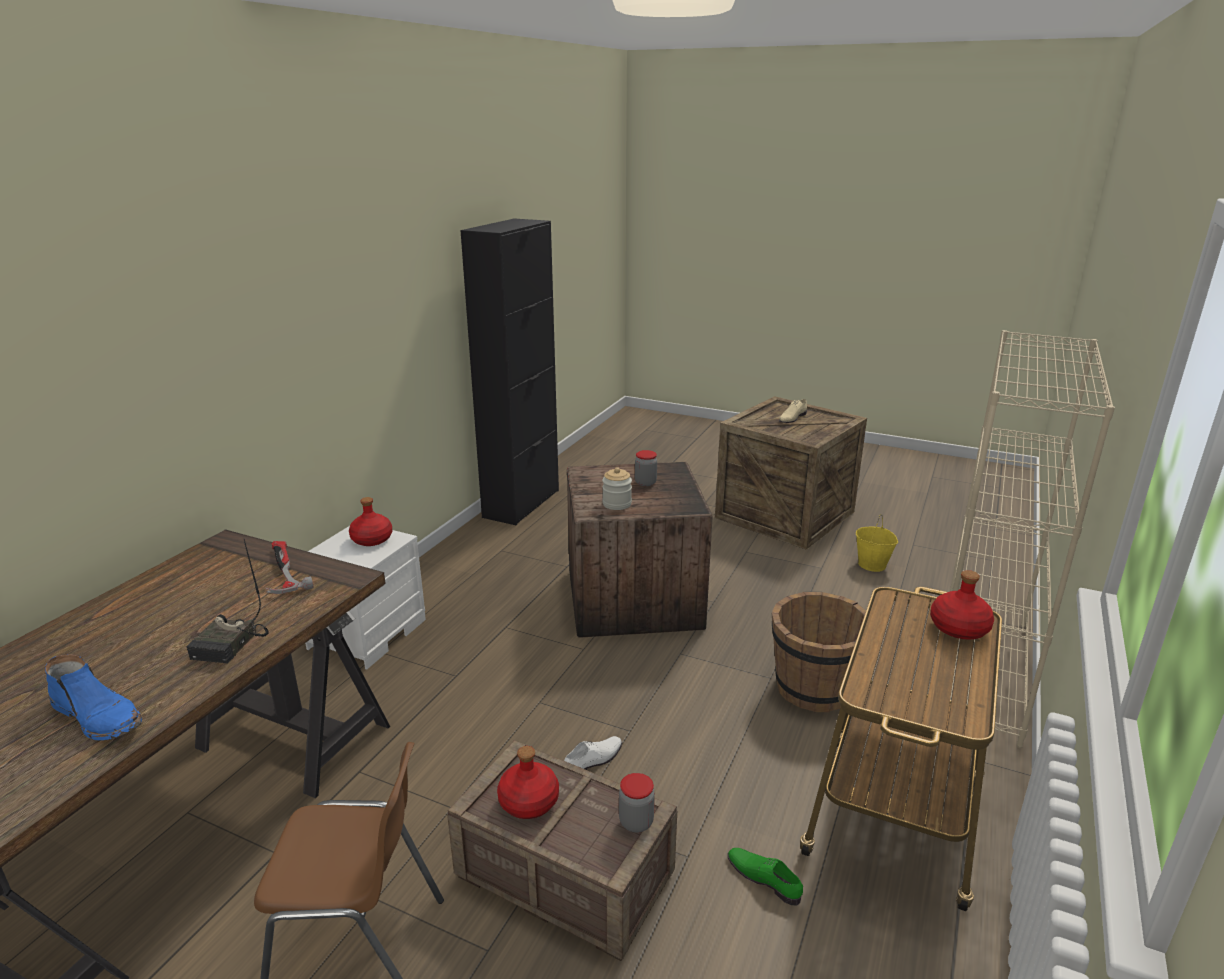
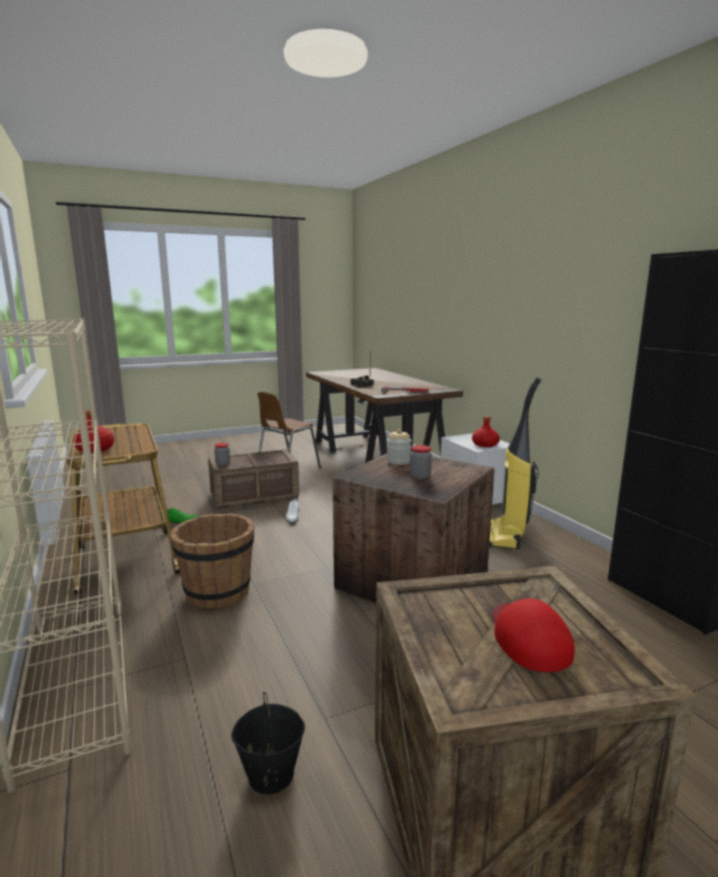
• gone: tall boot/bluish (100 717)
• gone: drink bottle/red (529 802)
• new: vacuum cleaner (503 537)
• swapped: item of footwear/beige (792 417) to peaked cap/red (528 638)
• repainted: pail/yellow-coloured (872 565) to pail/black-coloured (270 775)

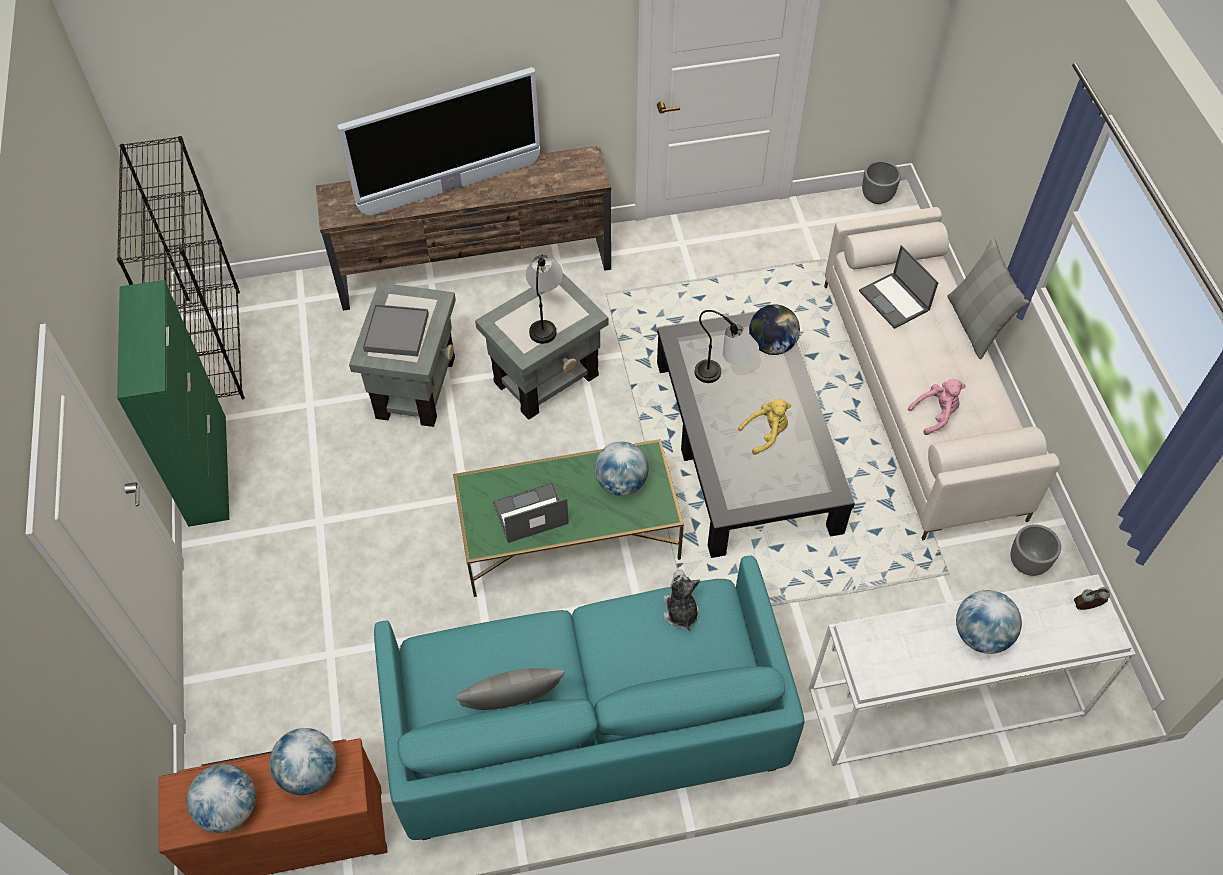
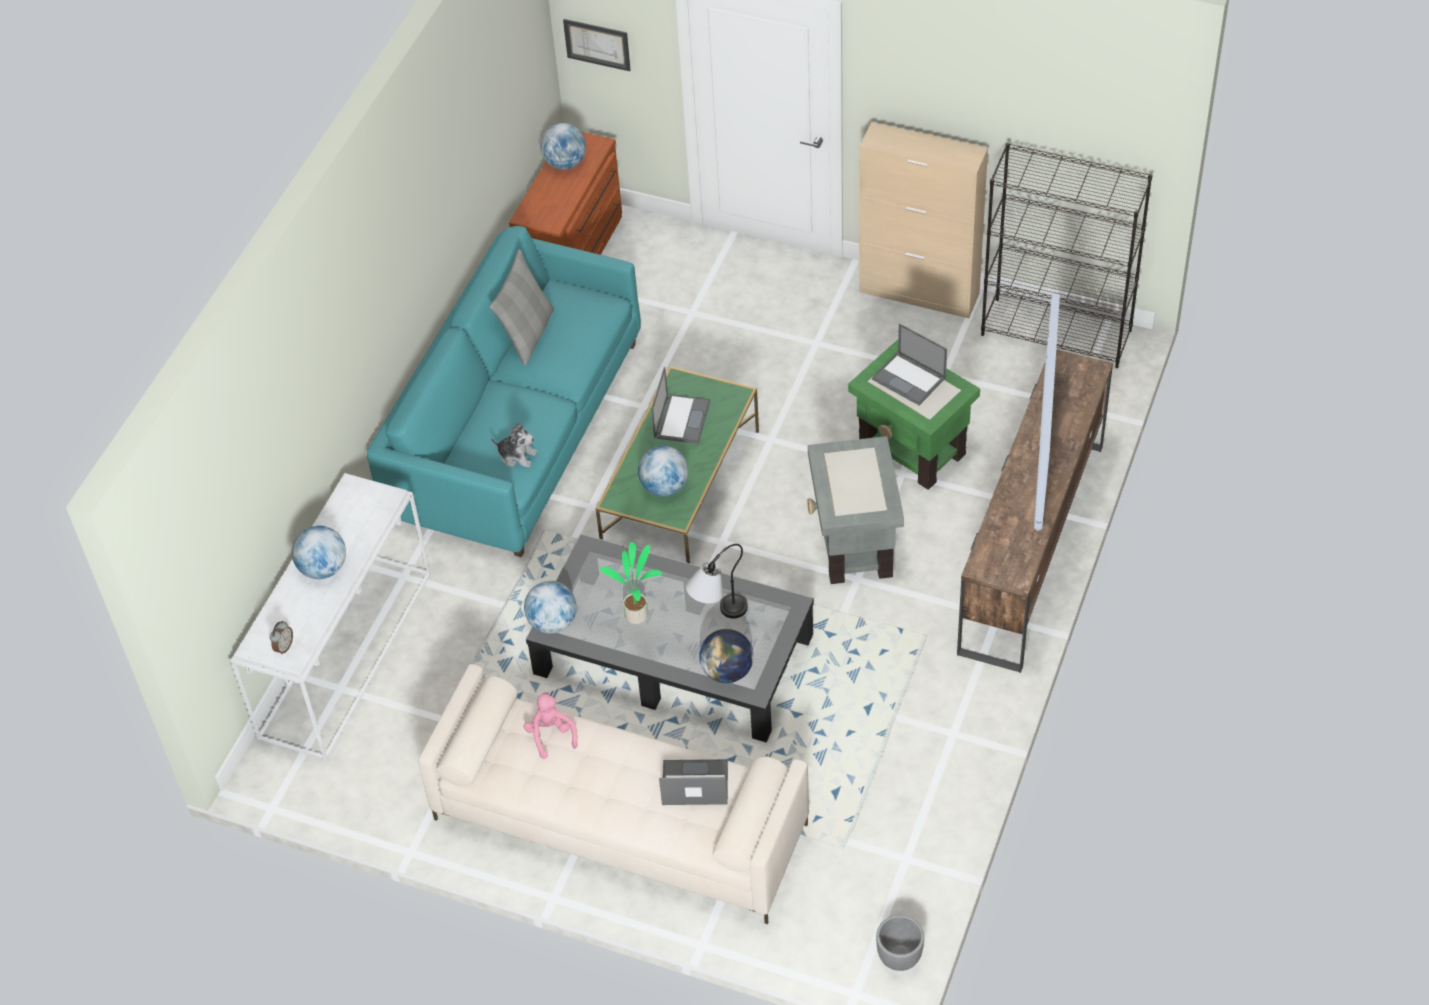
• gone: tabletop lamp (545 318)
• gone: pillow/greyish (975 325)
• gone: planter/greyish (1028 563)
• new: wall picture (597 44)
• shifted: world globe (309 772) to (552 622)
• swapped: serving tray/greyish (396 332) to notebook computer (910 379)
• swapped: plush toy/yellow-coloured (766 433) to potted plant (638 614)
• repainted: cupboard/greenish (208 469) to cupboard/beige (919 293)
• repainted: end table/greyish (417 387) to end table/greenish (911 451)
• rotated: plush toy/pink (935 414) = (551 735) 150 degrees clockwise

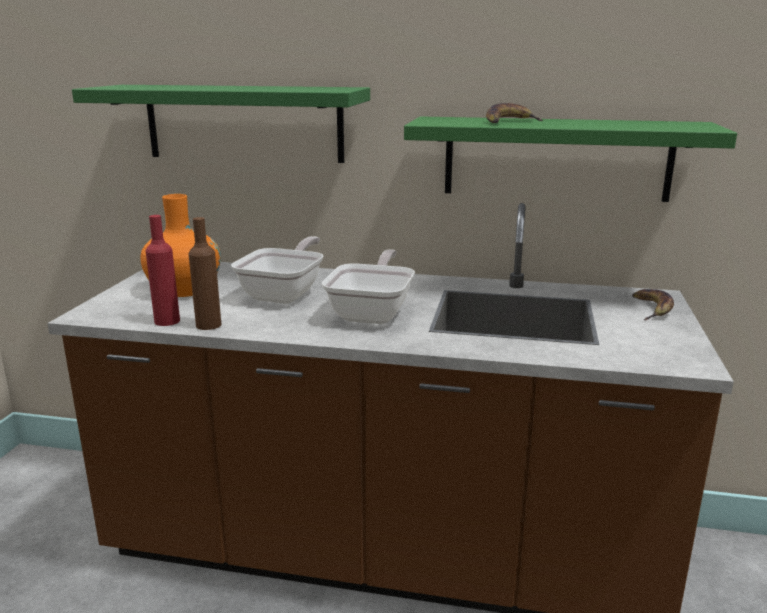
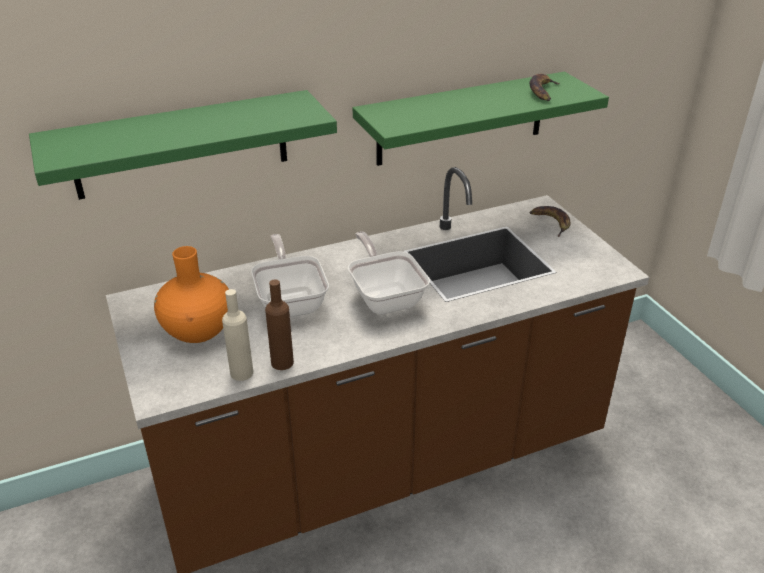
• shifted: whole banana (509 121) to (542 91)
• repainted: drink bottle/red (167 321) to drink bottle/beige (241 373)

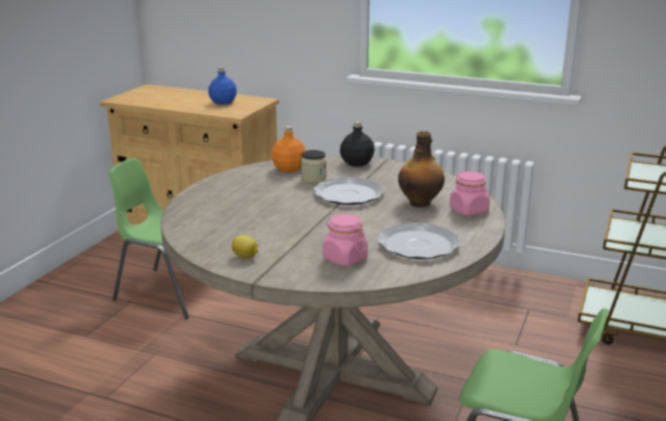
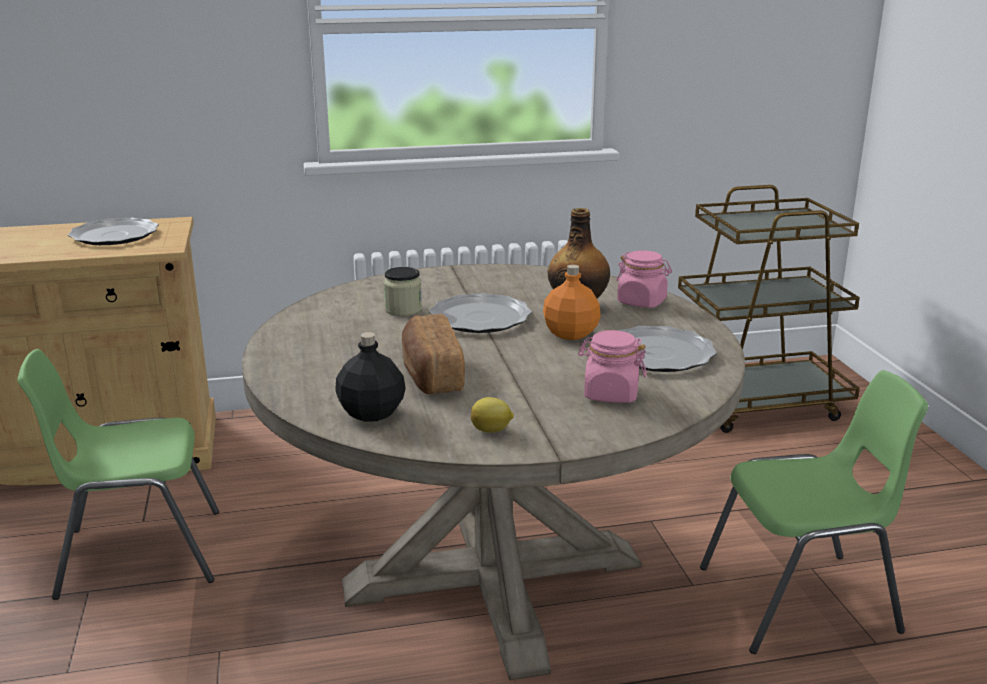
• new: baked bread (431 374)
• shifted: drink bottle/orangey (289 168) to (571 333)
• shifted: drink bottle/black-coloured (356 163) to (372 413)
• swapped: drink bottle/bluish (223 102) to flat dish (115 235)

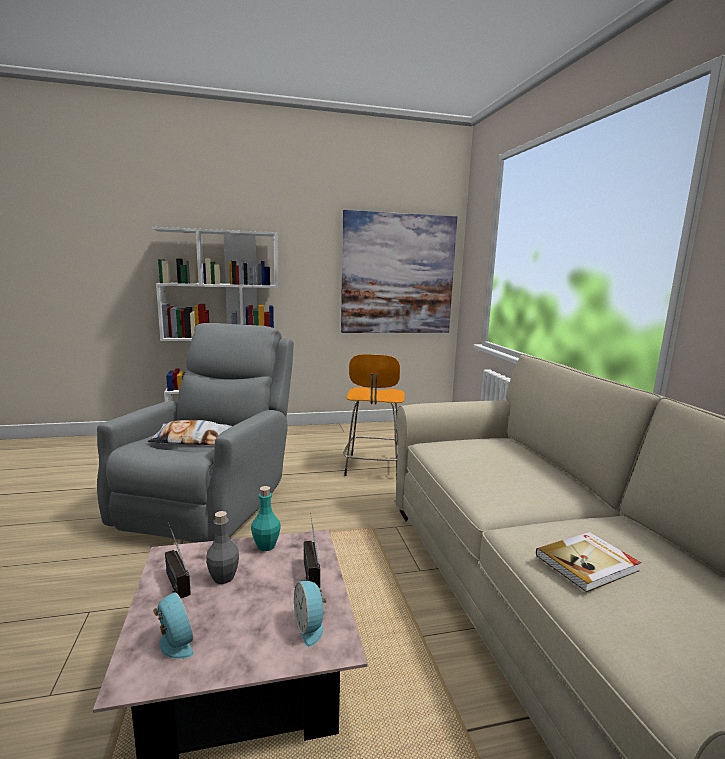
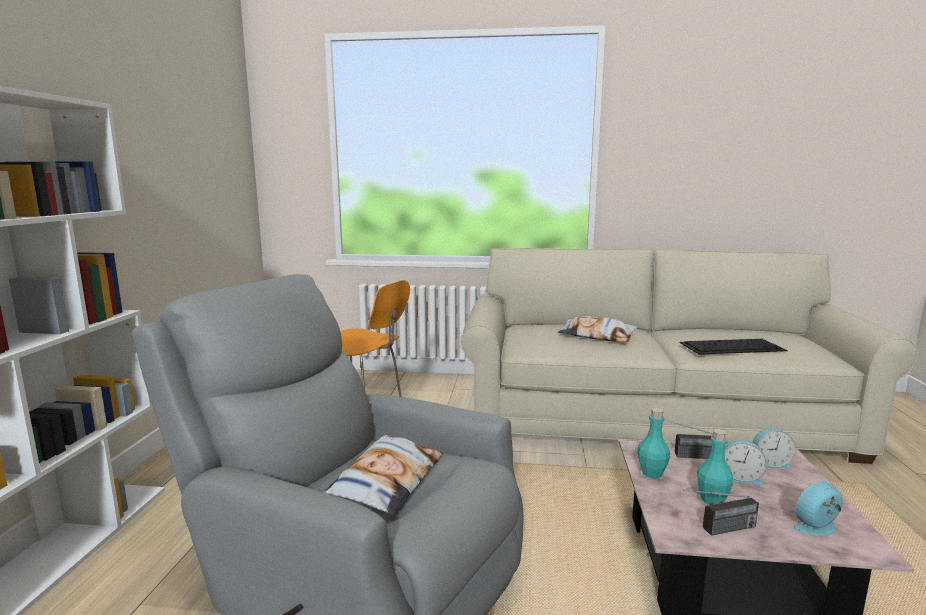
• gone: wall picture (398 274)
• new: pillow (596 336)
• new: table clock (740 477)
• swapped: volume (588 563) to PC keyboard (732 346)
• repainted: drink bottle/greyish (223 577) to drink bottle/turquoise (712 499)

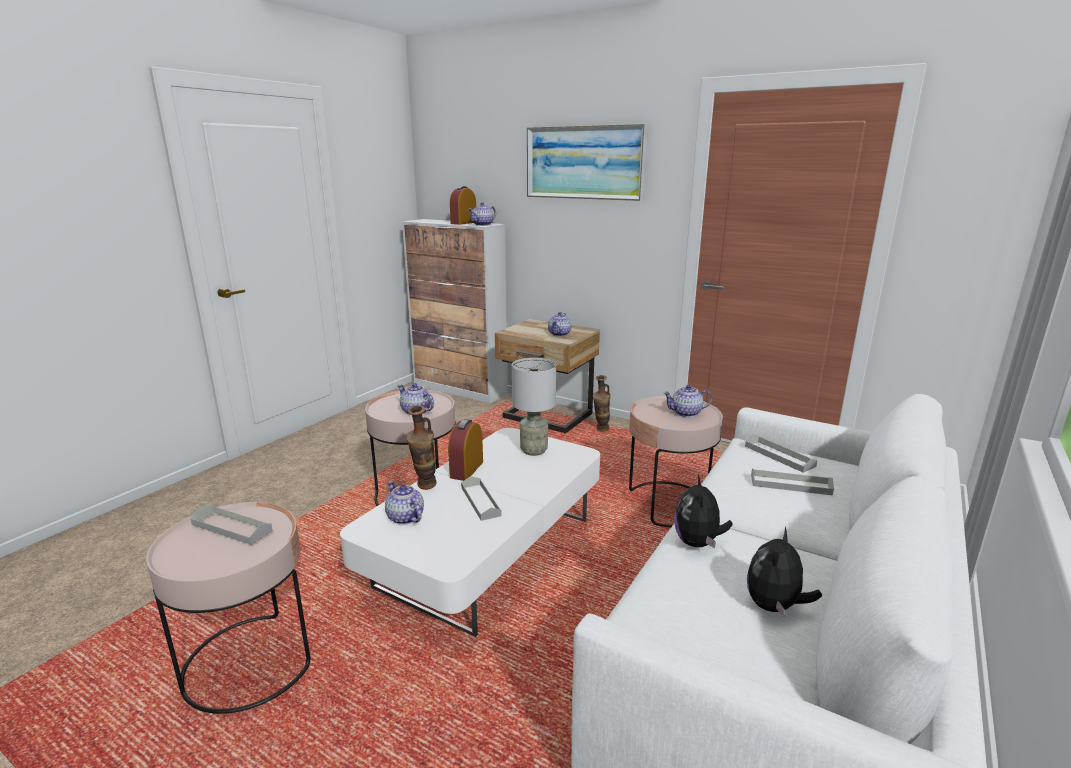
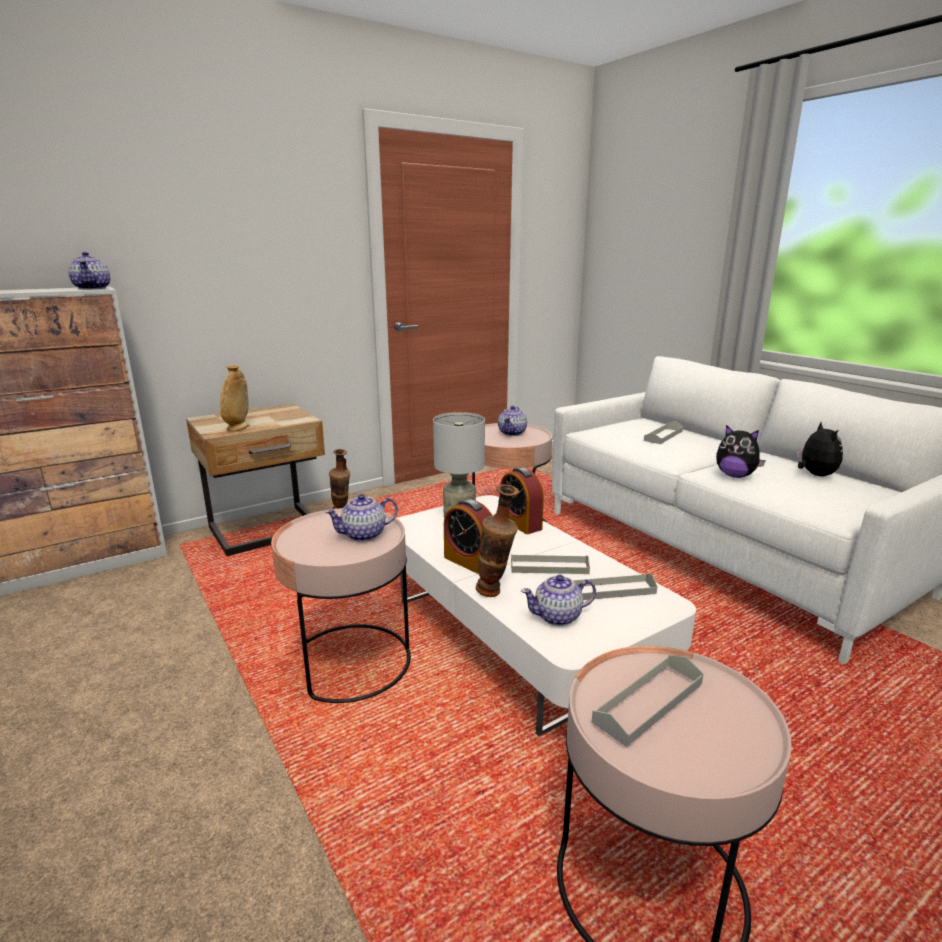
• gone: wall picture (584 162)
• gone: tea pot (559 334)
• new: decorative vase/beige (238 428)
• shifted: table clock (463 223) to (520 523)
• shifted: serving tray/greyish (779 456) to (612 590)
• rotated: plush toy (774 606) = (815 475) 150 degrees counterclockwise

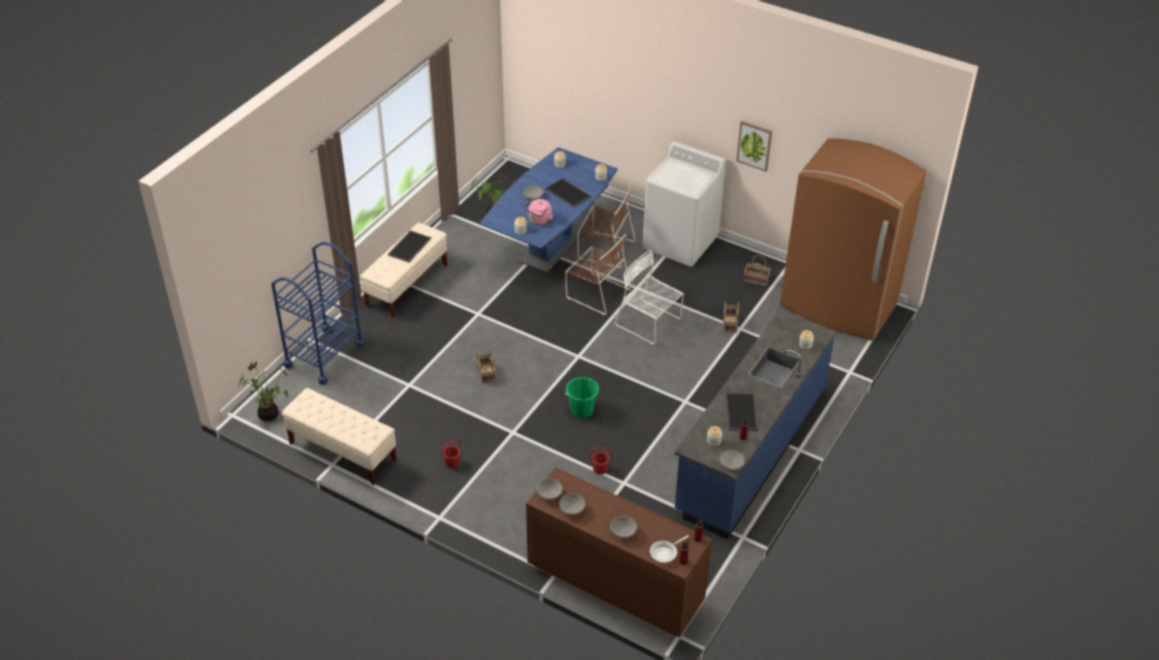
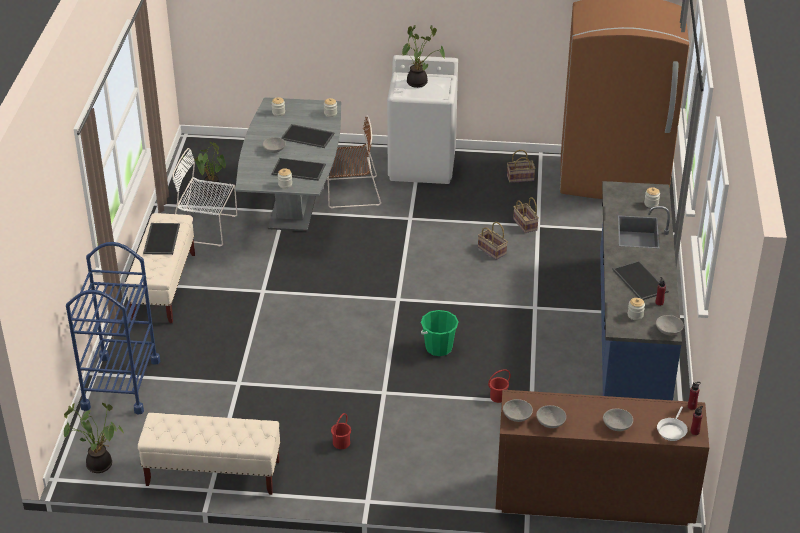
• gone: upright chair/brown-coloured (596 292)
• gone: wall picture (754 145)
• new: potted plant (419 83)
• shifted: household basket (486 374) to (493 251)
• shifted: upright chair/white (649 323) to (207 228)
• swapped: tea kettle/pink (539 221) to serving tray (297 170)
• repainted: dinner table/bluish (550 248) to dinner table/greyish (293 207)

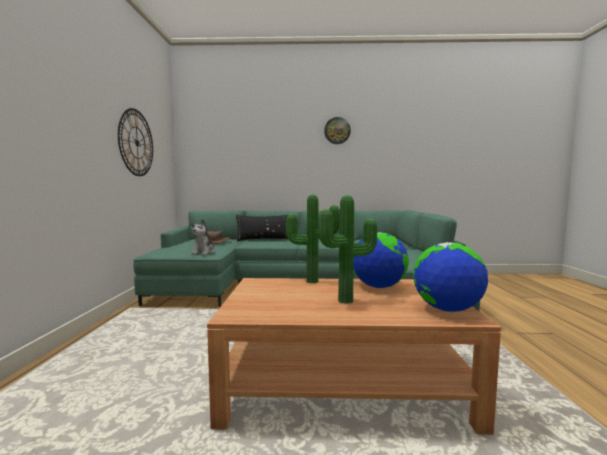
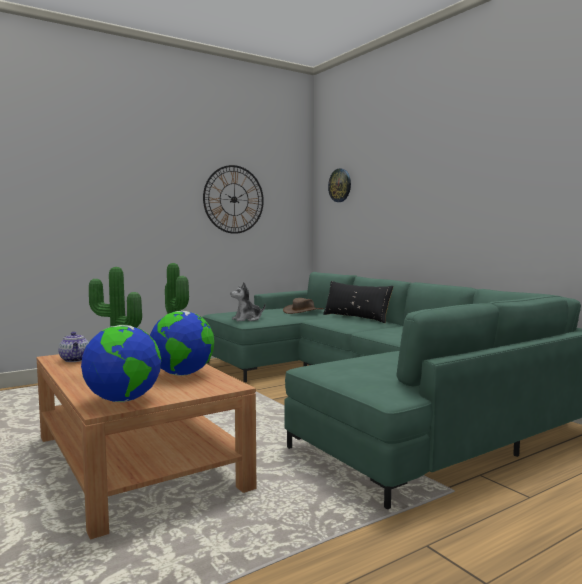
• new: tea pot (75 360)
• shifted: hanging clock (337 130) to (340 185)

